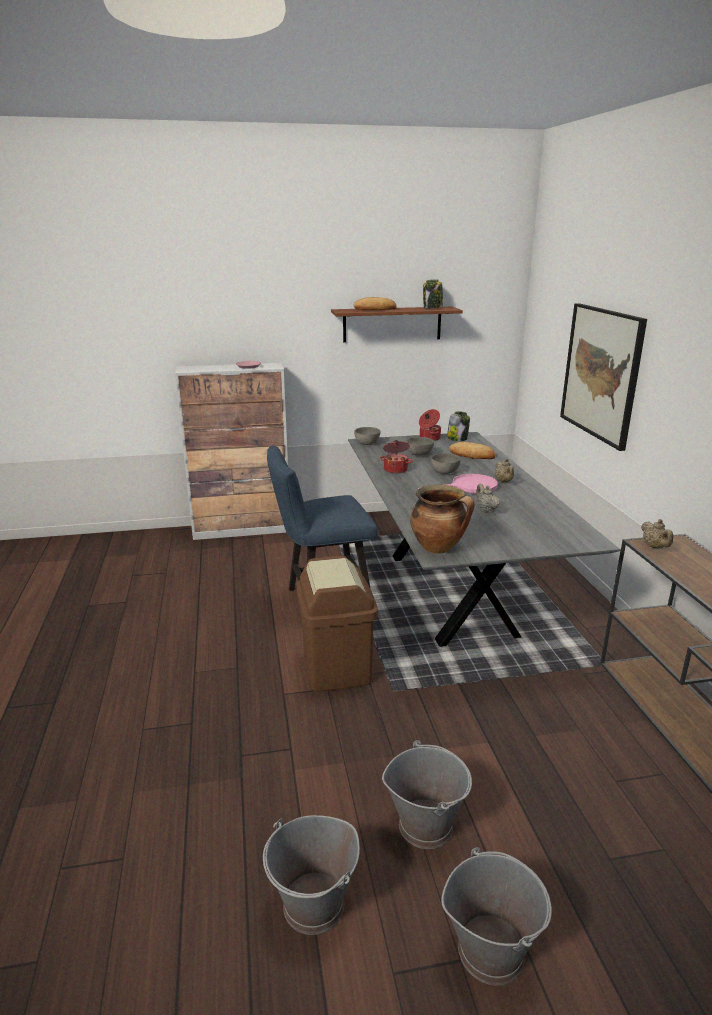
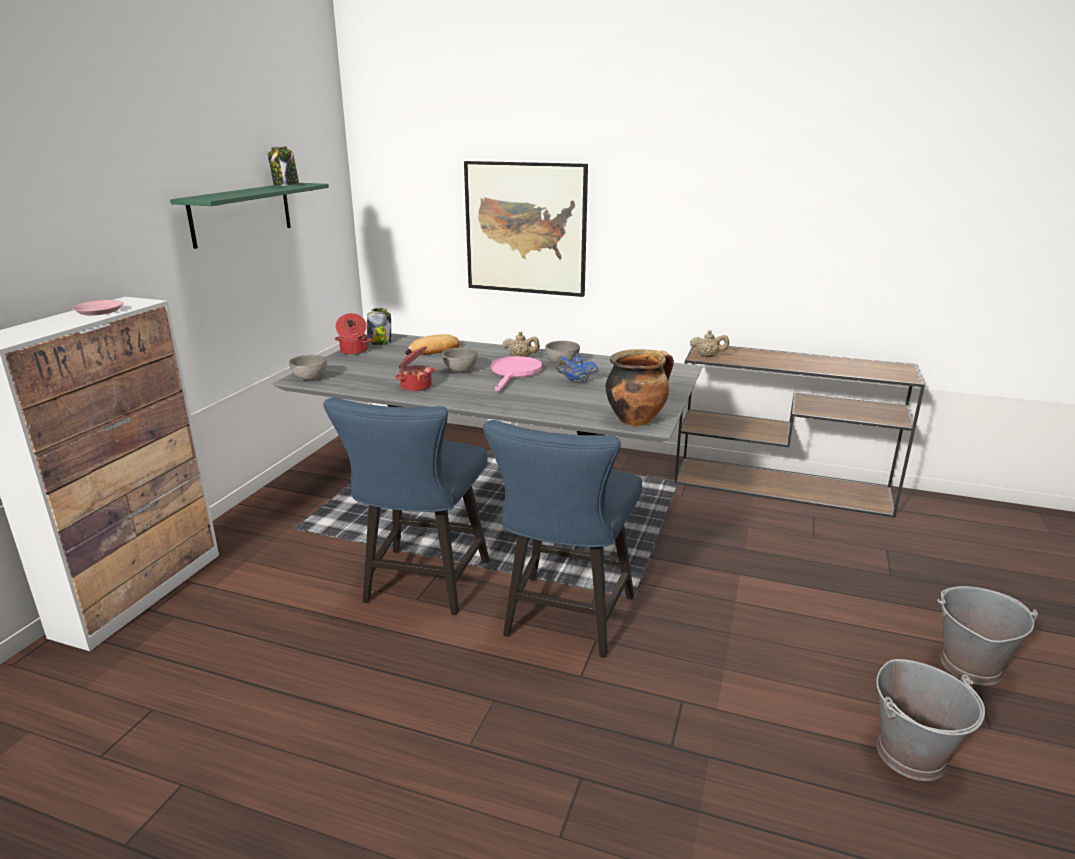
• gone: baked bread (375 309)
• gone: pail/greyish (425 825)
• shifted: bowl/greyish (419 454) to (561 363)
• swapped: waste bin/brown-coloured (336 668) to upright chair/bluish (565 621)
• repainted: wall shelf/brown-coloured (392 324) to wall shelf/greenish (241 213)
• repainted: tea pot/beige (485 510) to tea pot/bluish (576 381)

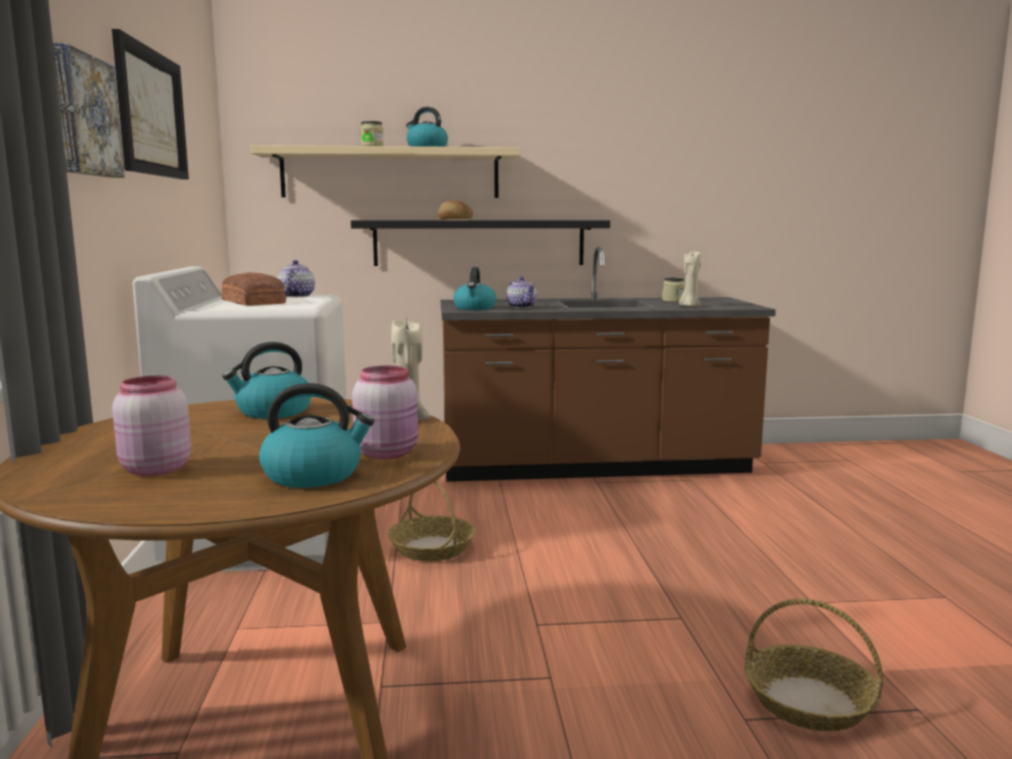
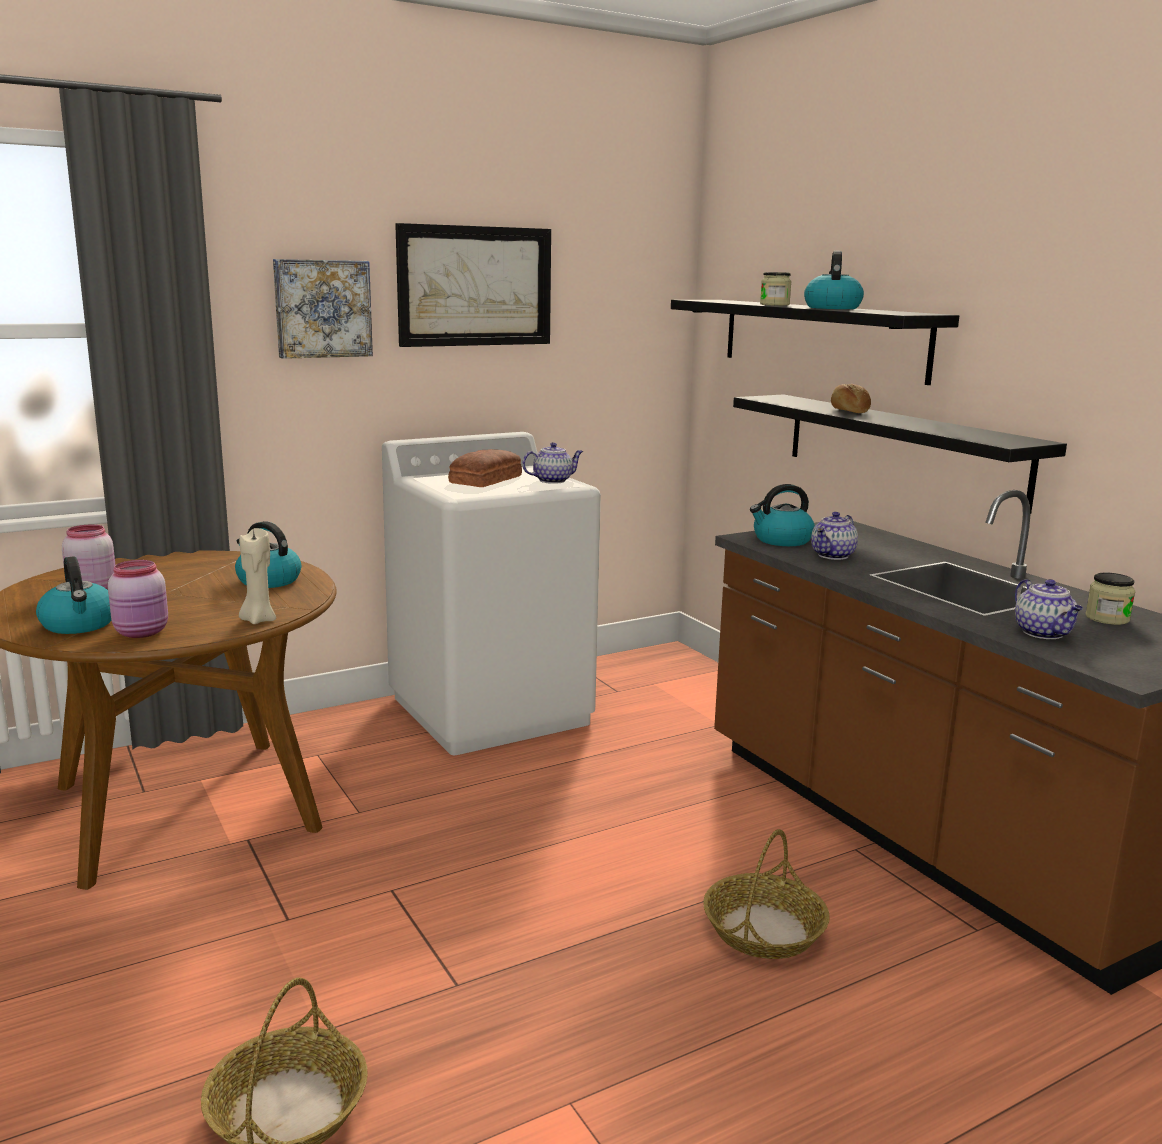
• shifted: household basket (431 548) to (763 929)
• swapped: candle/beige (689 306) to tea pot (1044 633)
• repainted: wall shelf/beige (390 174) to wall shelf/black-coloured (820 338)

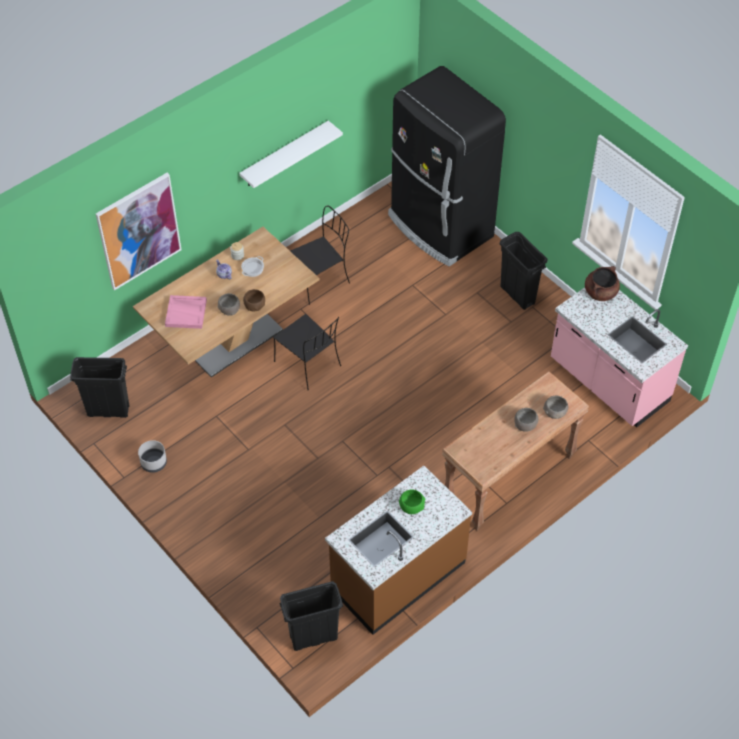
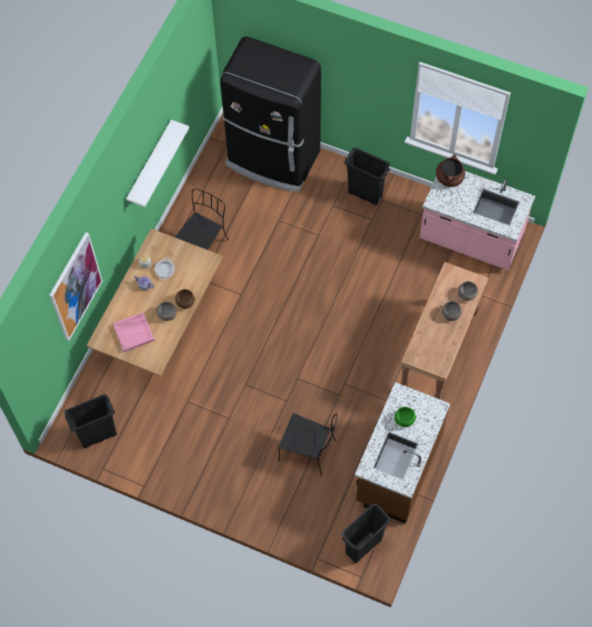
• gone: planter/greyish (154 462)
• shifted: upright chair/black-coloured (309 364) to (309 451)

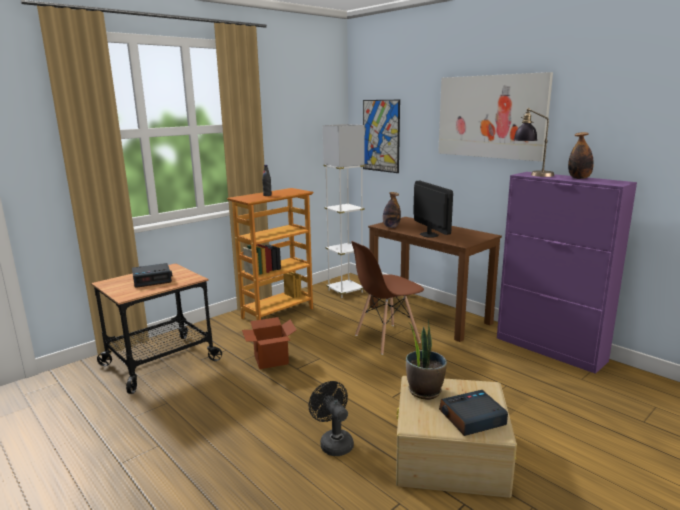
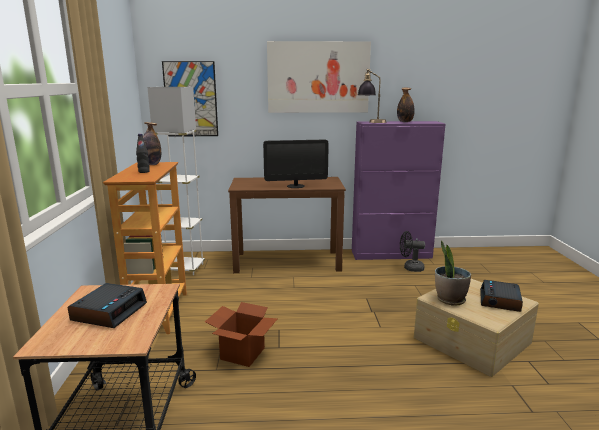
• gone: upright chair/brown-coloured (386 339)
• shifted: fan/black-coloured (333 442) to (410 268)
• shifted: drink bottle (391 227) to (151 165)
• rotated: monitor (429 235) = (295 186) 150 degrees clockwise

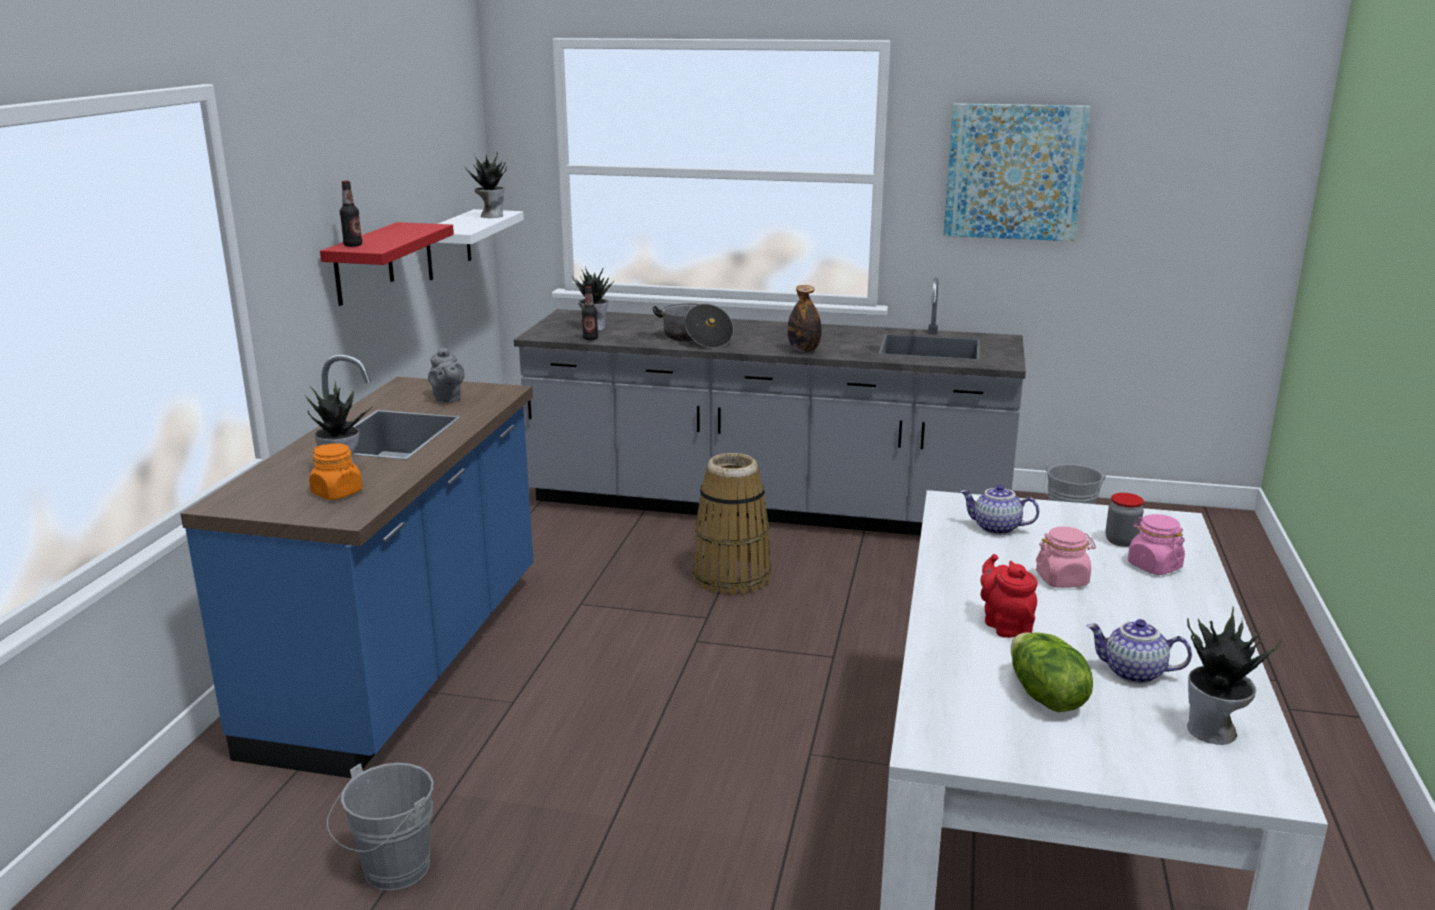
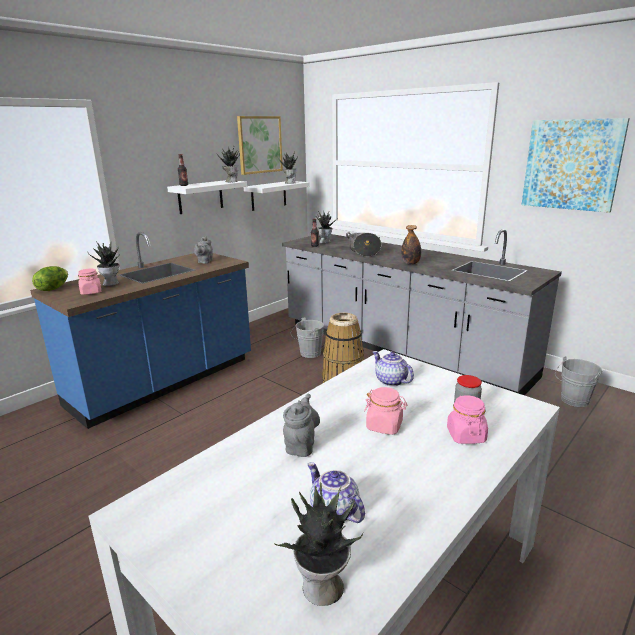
• new: potted plant (231 181)
• new: wall picture (259 144)
• shifted: pail/greyish (391 872) to (308 353)
• shifted: head of lettuce (1044 696) to (53 288)
• repainted: storage jar/orangey (337 493) to storage jar/pink (91 292)
• repainted: wall shelf/red (363 264) to wall shelf/white (200 197)
• repainted: tea pot/red (1005 625) to tea pot/greyish (301 445)

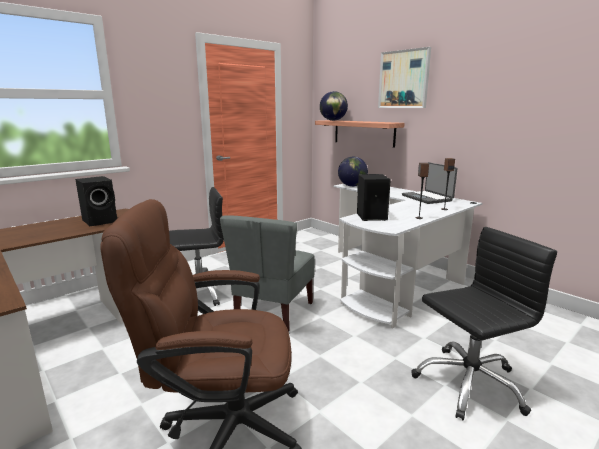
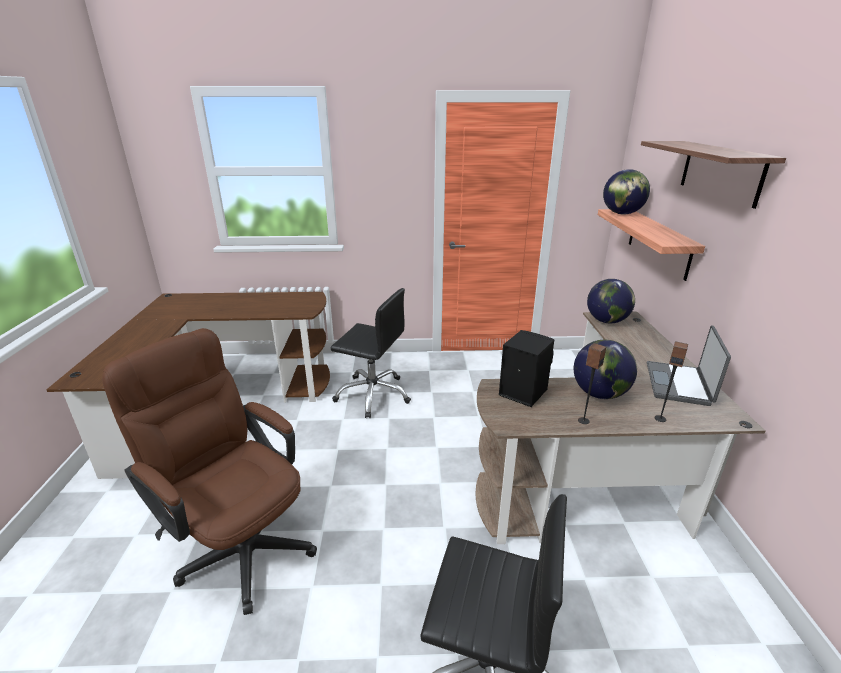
• gone: audio speaker/black-coloured (101 221)
• gone: upright chair/greyish (273 312)
• new: world globe (599 394)
• swapped: wall picture (404 79) to wall shelf (720 172)
• repainted: desk unit/white (394 278) to desk unit/brown-coloured (598 475)

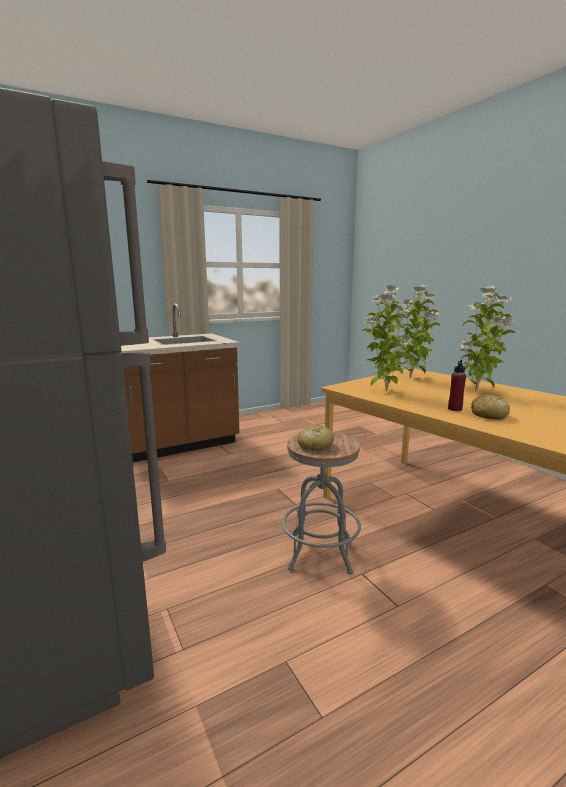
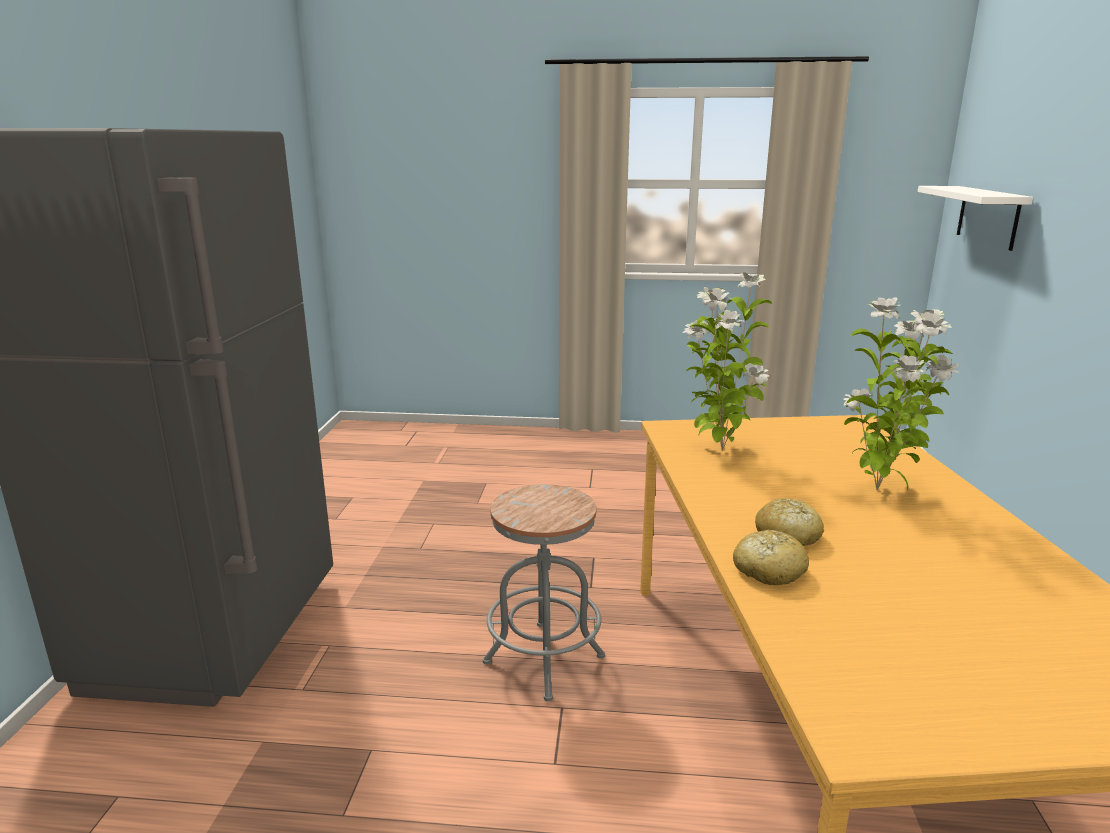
• gone: kitchen base unit/brown-coloured (179 444)
• gone: potted plant (412 378)
• gone: drink bottle/red (455 409)
• new: wall shelf/white (987 216)
• shifted: baked bread (315 445) to (768 570)

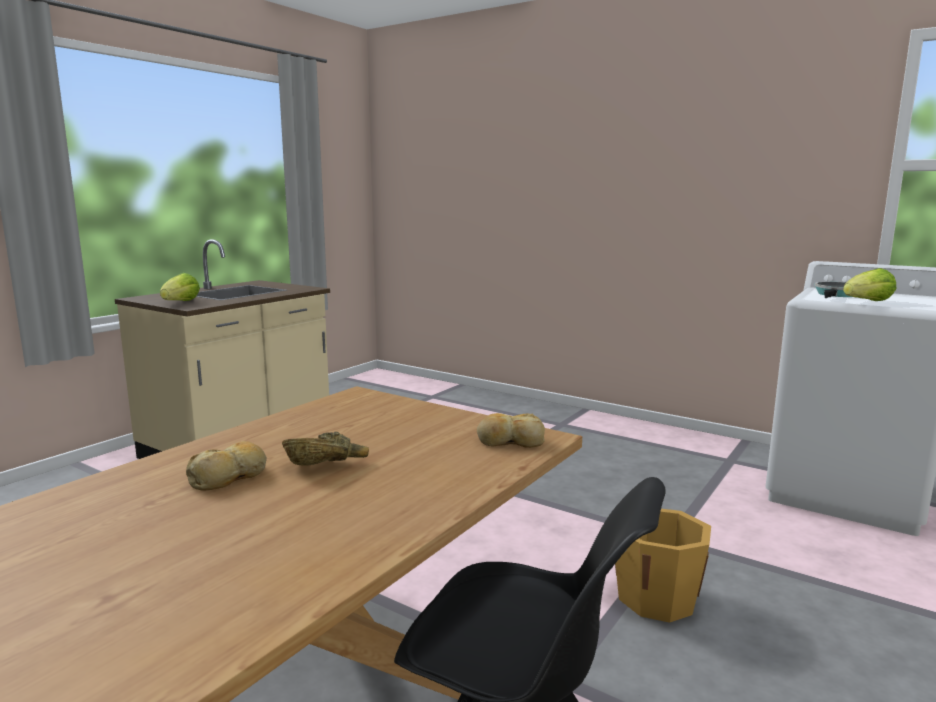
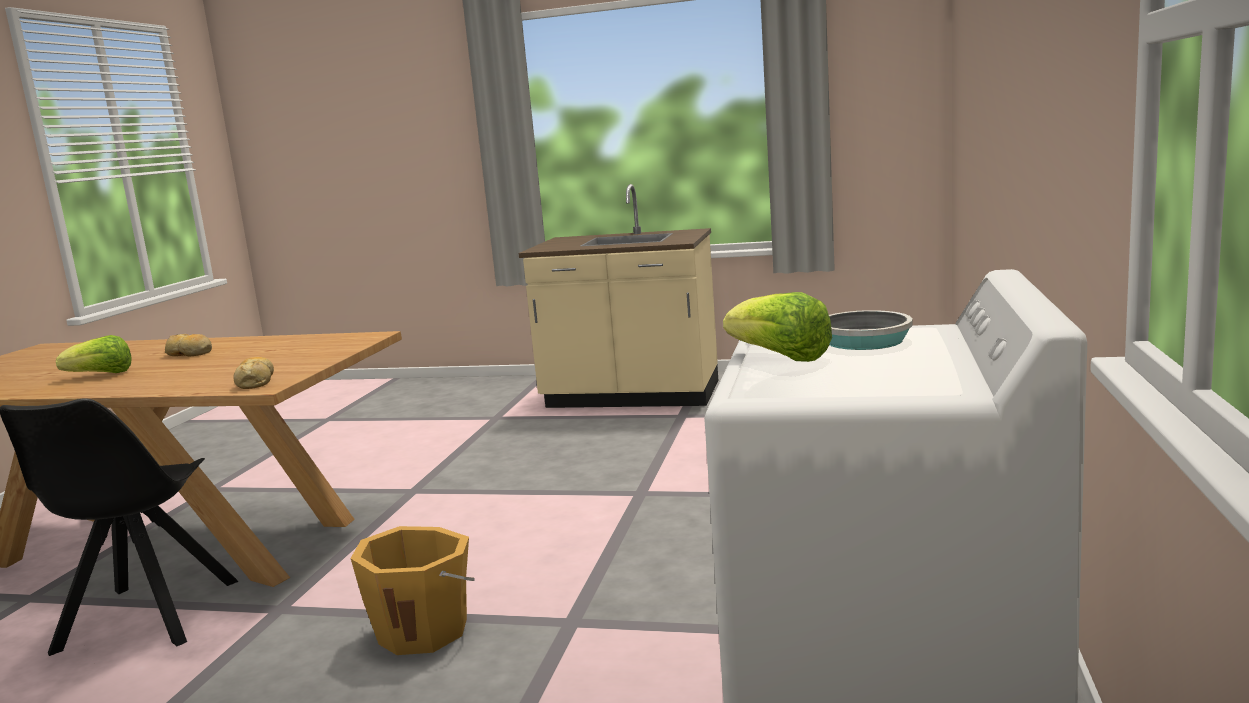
• gone: bowl/brown-coloured (326 464)
• shifted: head of lettuce (181 302) to (102 375)

